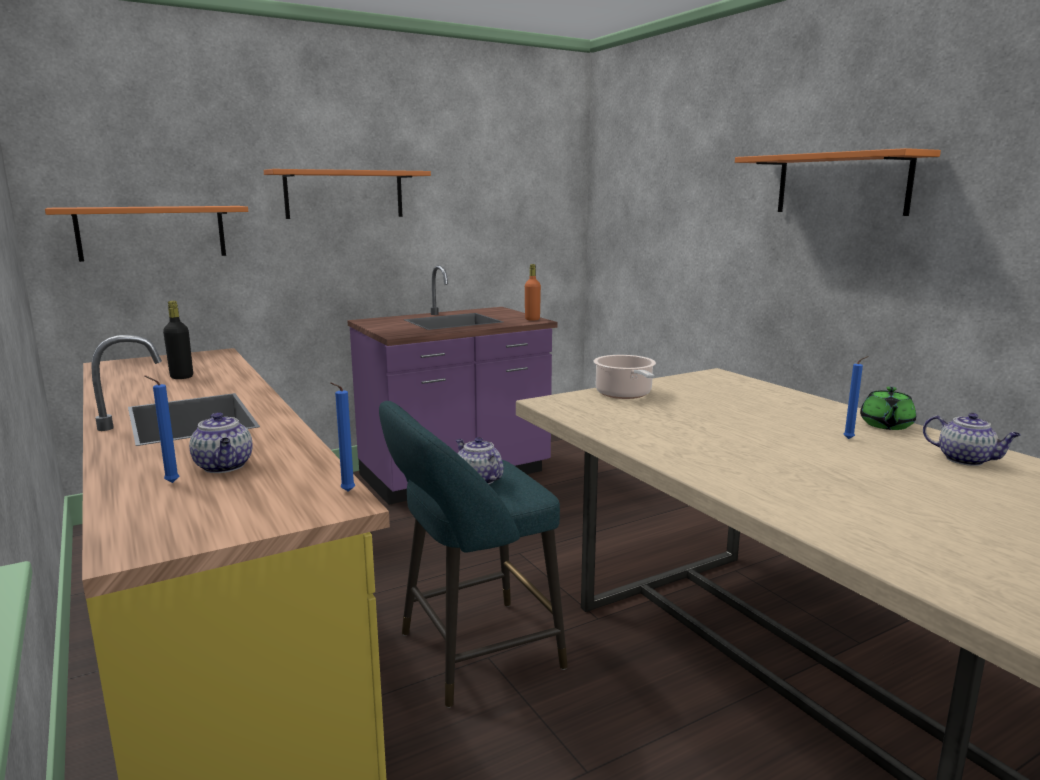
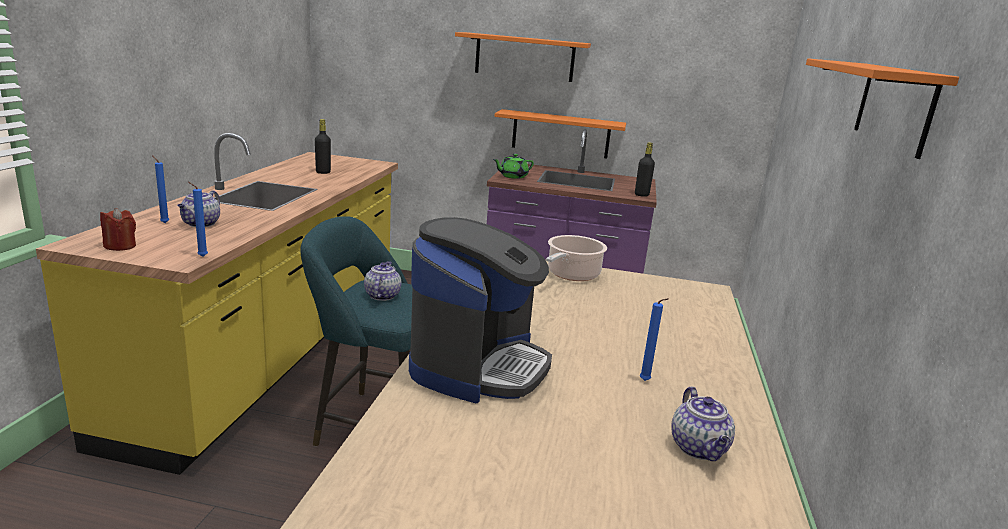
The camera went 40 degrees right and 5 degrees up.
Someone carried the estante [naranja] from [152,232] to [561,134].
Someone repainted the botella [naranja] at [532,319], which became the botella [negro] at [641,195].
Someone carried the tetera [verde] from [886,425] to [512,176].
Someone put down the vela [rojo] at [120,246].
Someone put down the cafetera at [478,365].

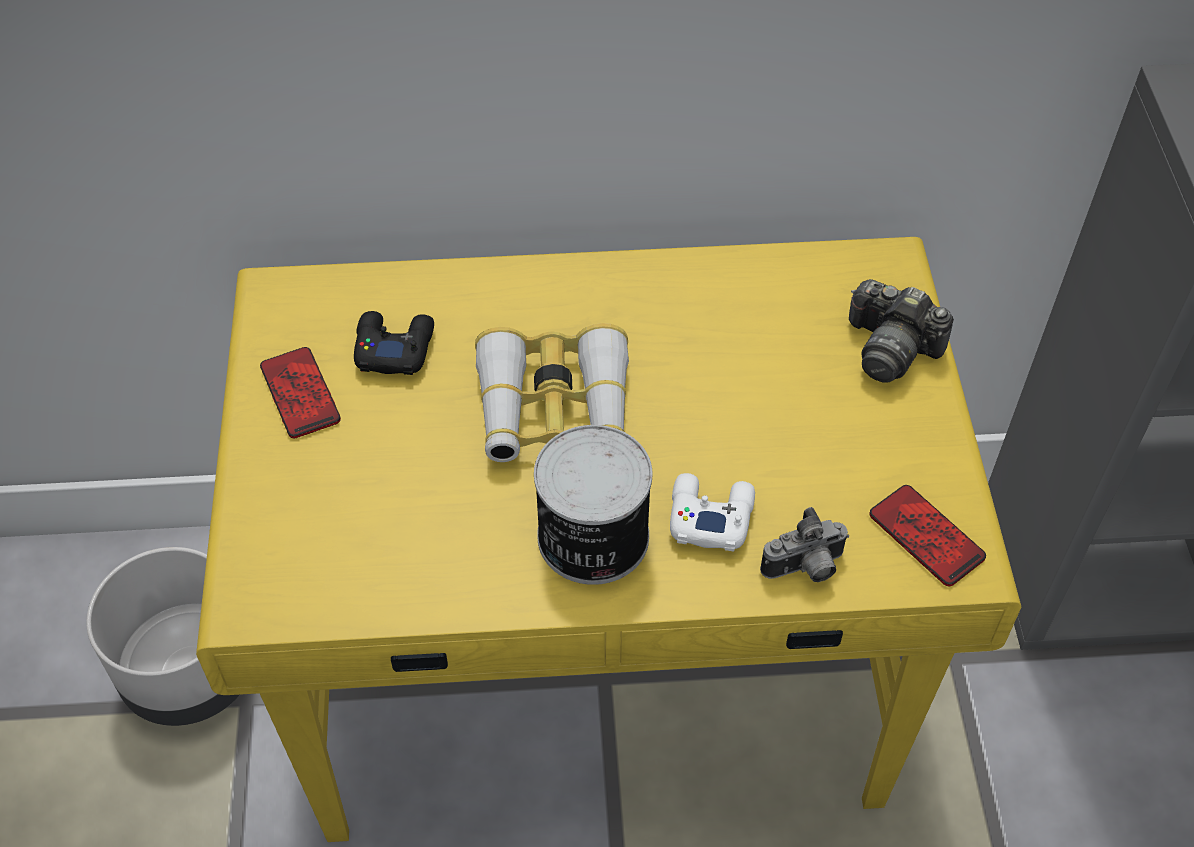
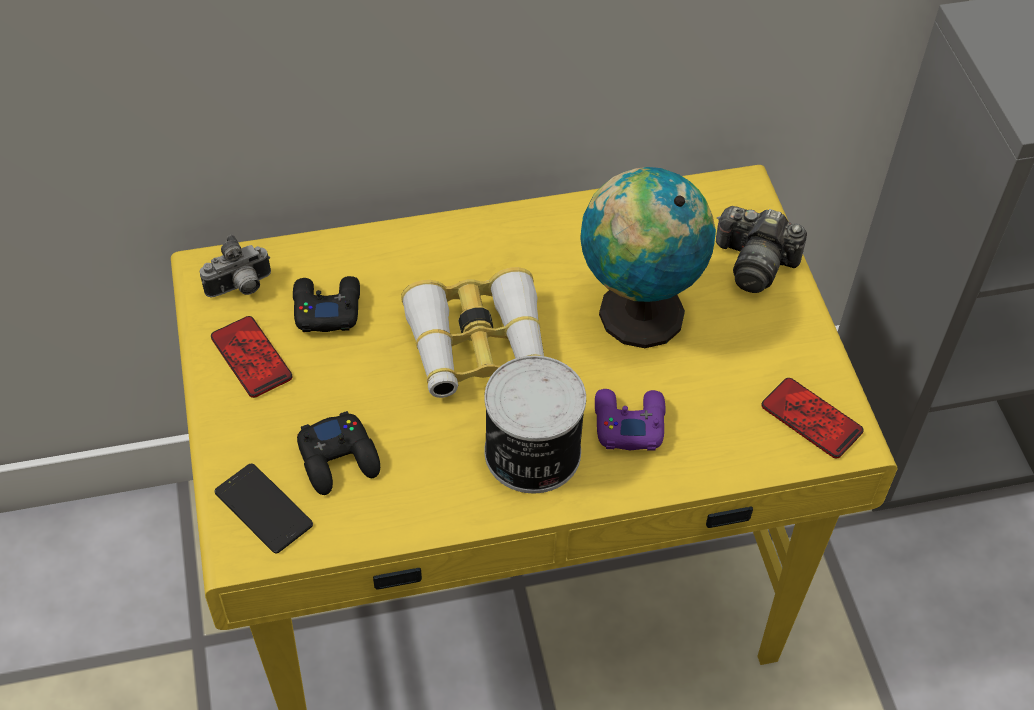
The camera went 10 degrees left and 0 degrees up.
Someone took away the maceta [gris] at [190,671].
Someone repainted the mando de consola [blanco] at [709,516], which became the mando de consola [morado] at [628,423].
Someone carried the cámara from [805,569] to [241,288].
Someone put down the móvil at [263,508].
Someone put down the mando de consola [negro] at [339,459].
Someone put down the globo terráqueo at [635,312].

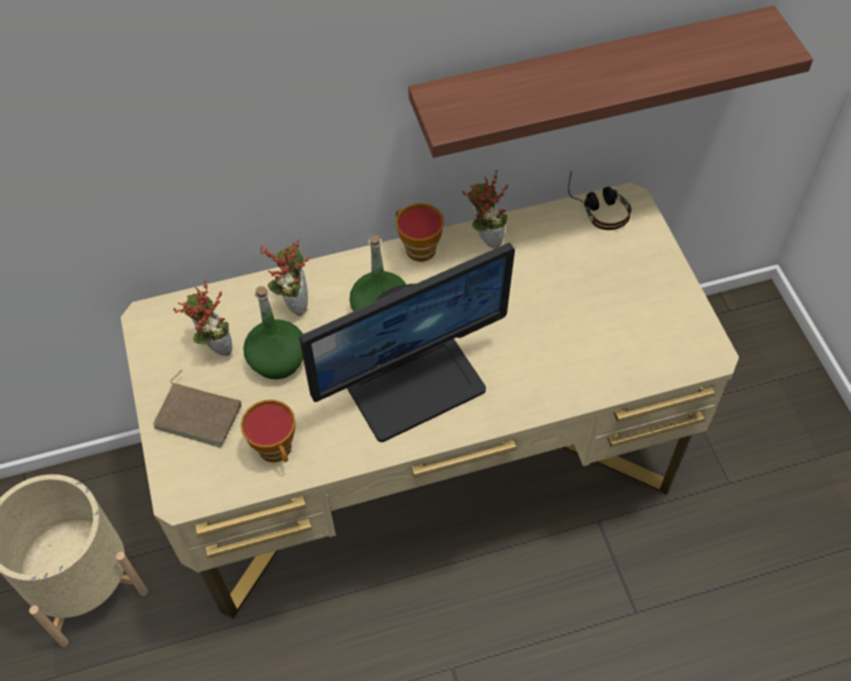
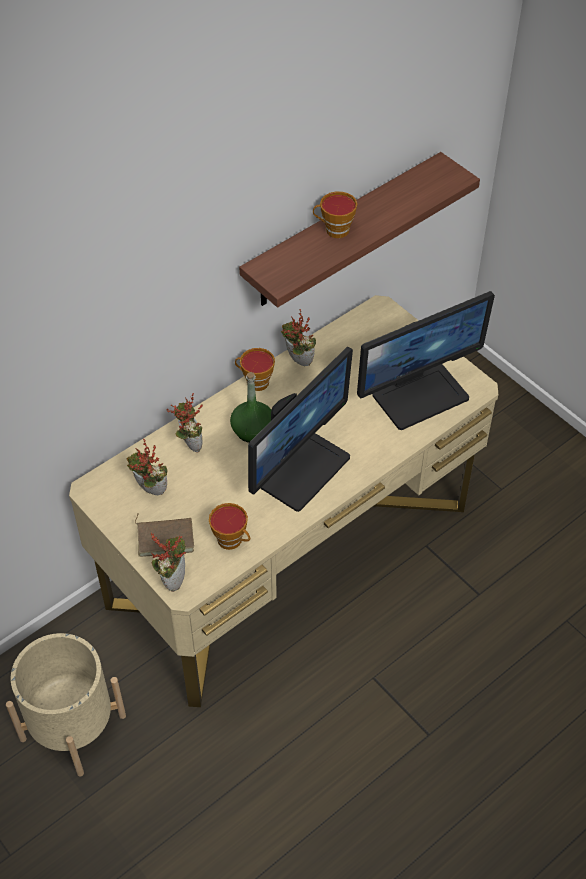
The camera went 25 degrees left and 5 degrees down.
Someone took away the botella [verde] at [278,359].
Someone took away the auriculares at [597,206].
Someone put down the planta en maceta at [173,579].
Someone put down the taza at [334,230].
Someone put down the monitor at [420,395].

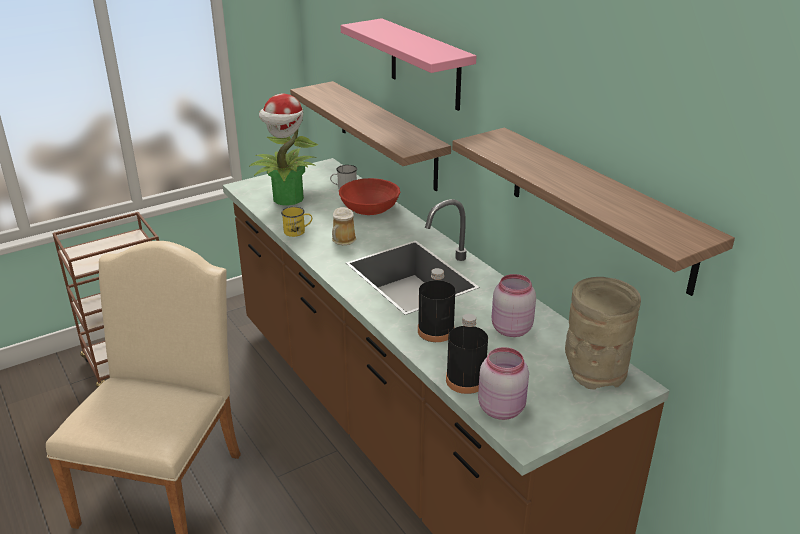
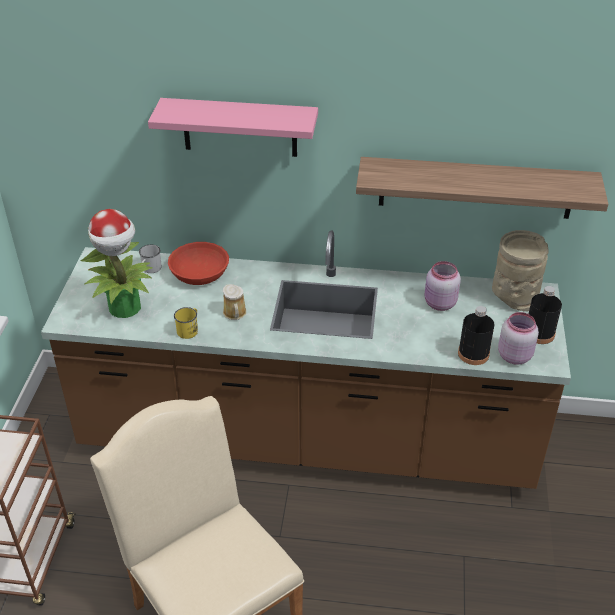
The camera went 50 degrees left and 10 degrees up.
Someone took away the estante at [386,134].
Someone carried the botella [negro] from [435,331] to [539,333].

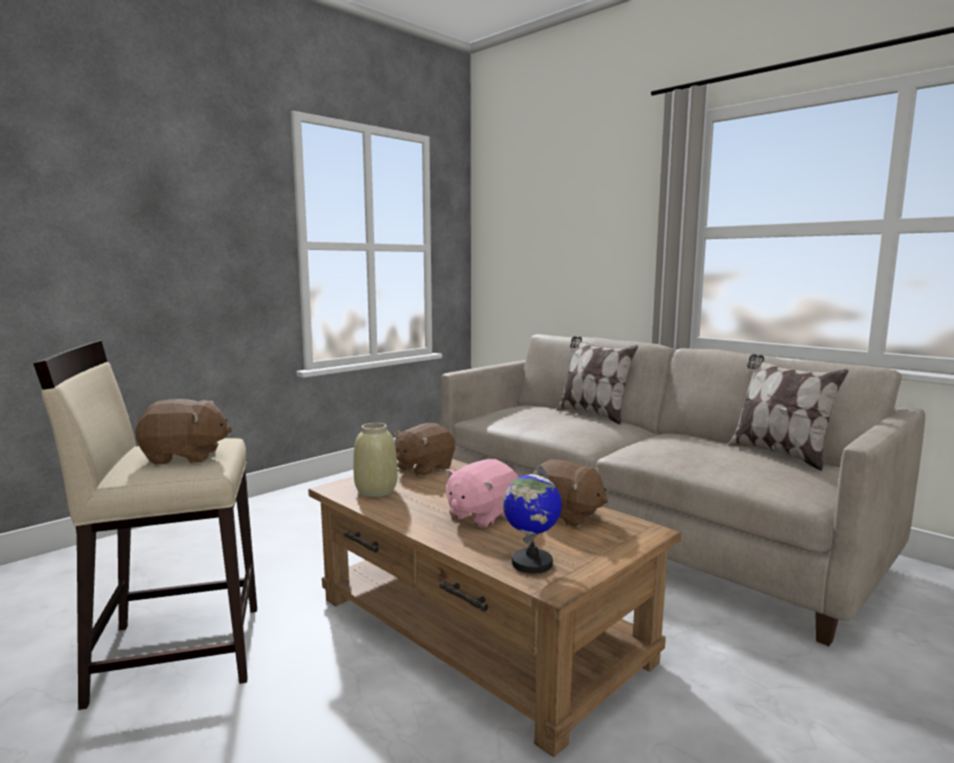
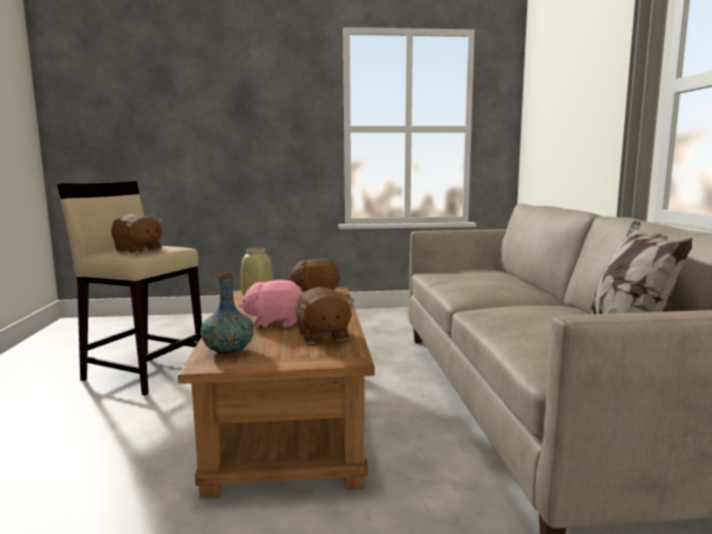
The camera went 40 degrees right and 0 degrees up.
Someone swapped the globo terráqueo at [531,563] for the florero at [228,351].
Someone took away the cojín at [593,415].

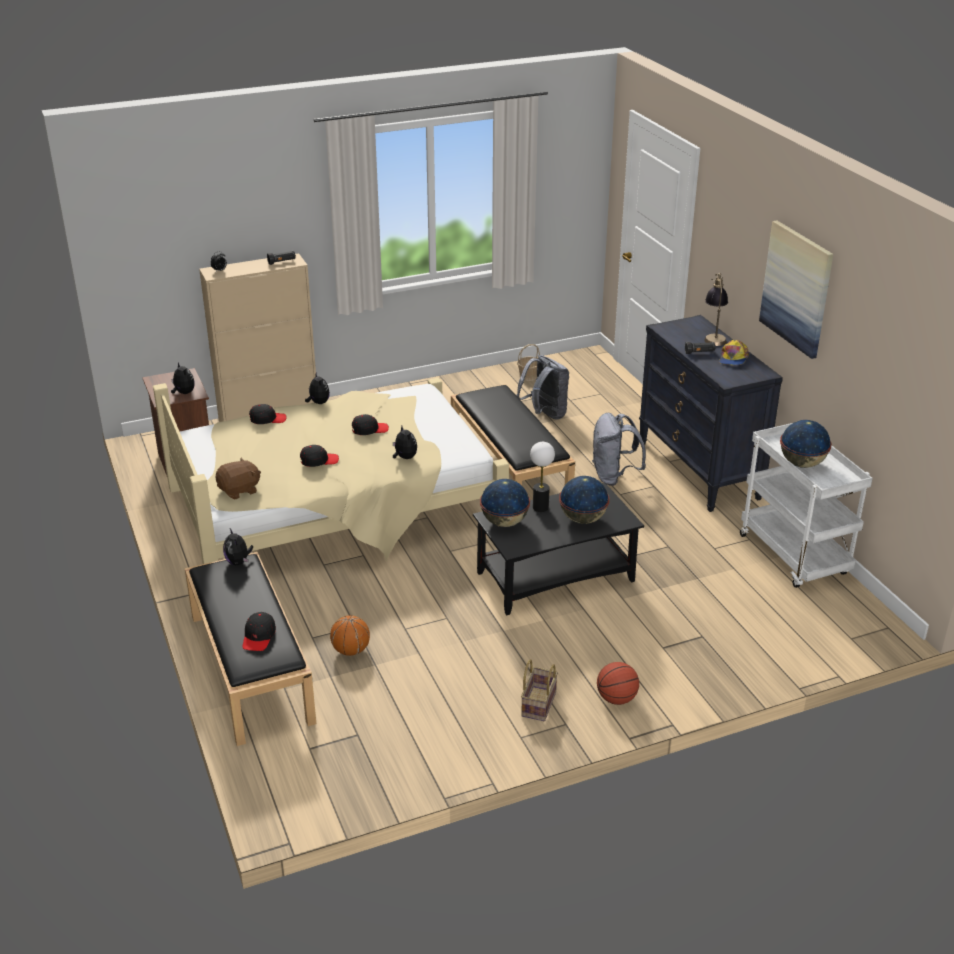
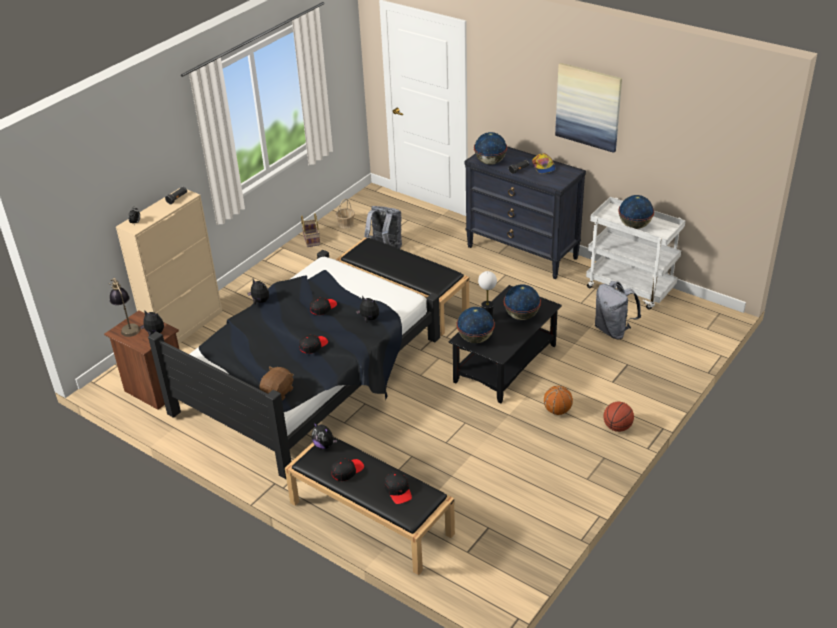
The camera went 30 degrees left and 5 degrees up.
Someone repainted the cama [beis] at [336,508], which became the cama [negro] at [310,377].
Someone carried the gorra [negro] from [267,419] to [347,471].
Someone carried the balón de baloncesto from [351,650] to [557,411].
Someone carried the cesta from [538,703] to [311,239].
Someone carried the mochila [gris] from [614,477] to [613,330].
Someone carried the lámpara de mesa from [714,336] to [128,326].
Someone put down the globo terráqueo at [490,162].

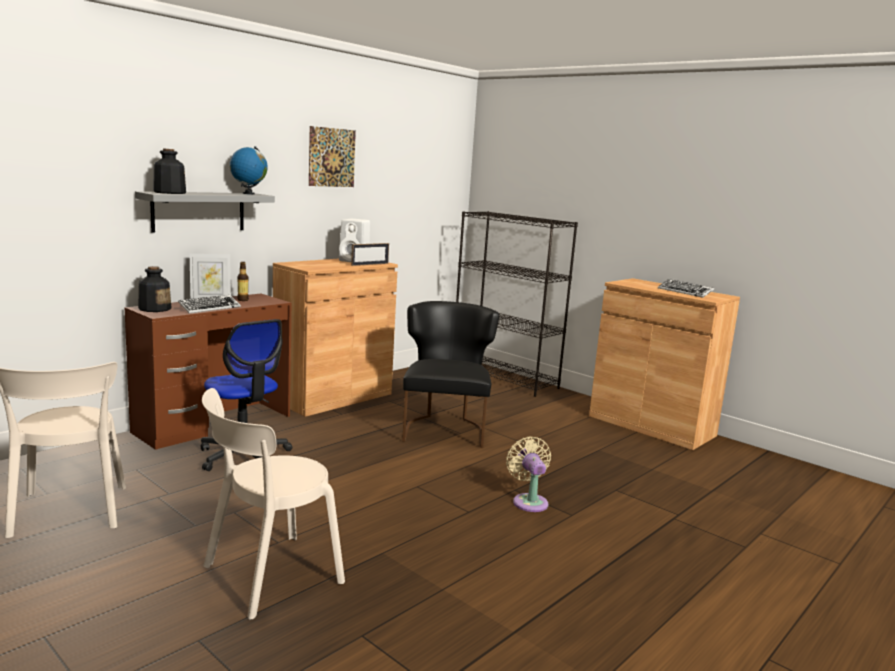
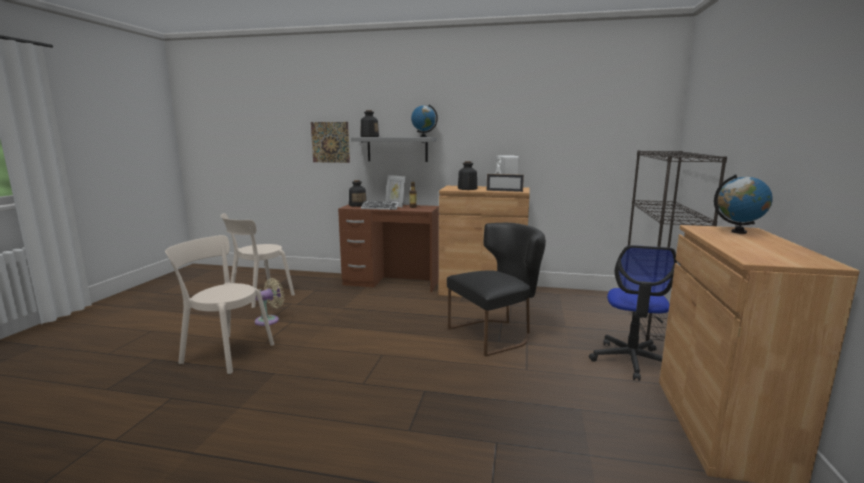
The camera went 60 degrees right and 0 degrees up.
Someone carried the silla de oficina from [244,455] to [631,361].
Someone carried the cuadro from [332,157] to [330,142].
Someone carried the ventilador [beis] from [529,501] to [269,320].
Someone took away the teclado at [685,292].
Someone put down the botella at [467,189].
Someone put down the globo terráqueo at [738,232].

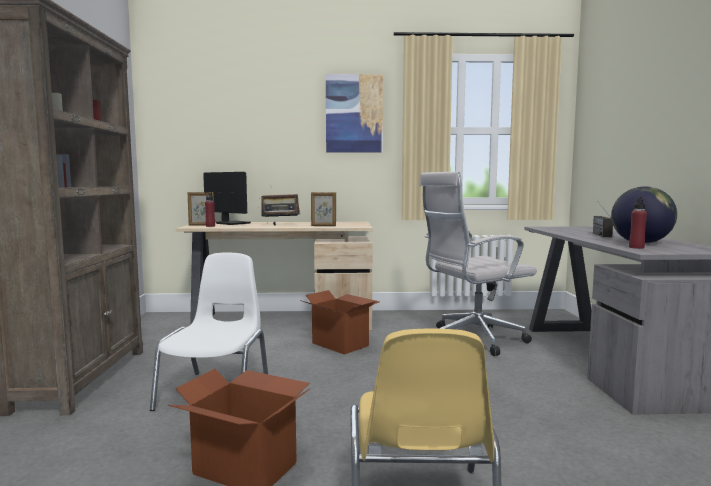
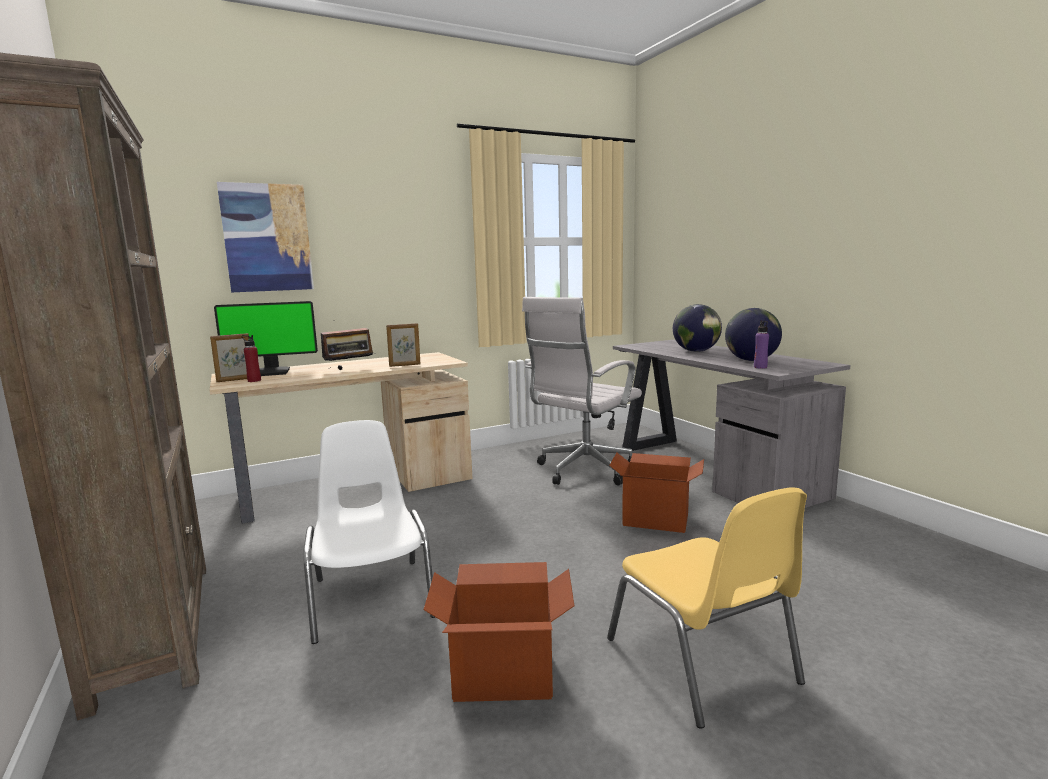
The camera went 25 degrees left and 5 degrees up.
Someone rotated the monitor at [231,223] by 150 degrees clockwise.
Someone carried the caja de cartón from [340,344] to [655,519].
Someone carried the cuadro from [354,114] to [267,238].
Someone swapped the radio at [598,234] for the globo terráqueo at [696,351].
Someone repainted the botella [rojo] at [636,247], which became the botella [morado] at [760,367].

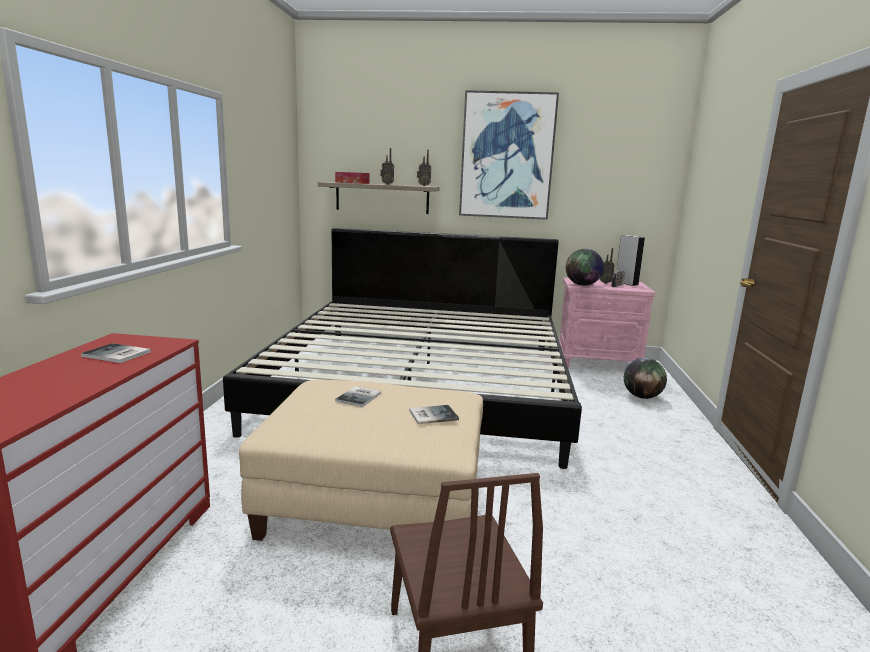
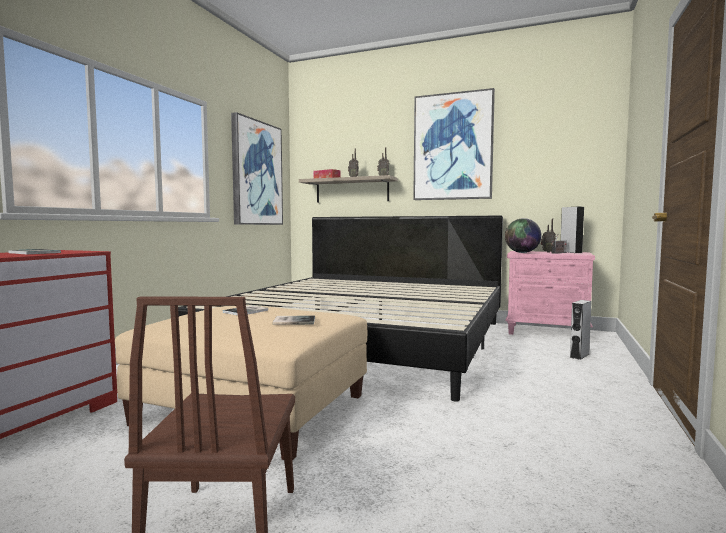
The camera went 15 degrees right and 10 degrees down.
Someone swapped the globo terráqueo at [642,397] for the altavoz [gris] at [579,355].
Someone put up the cuadro at [256,173].

